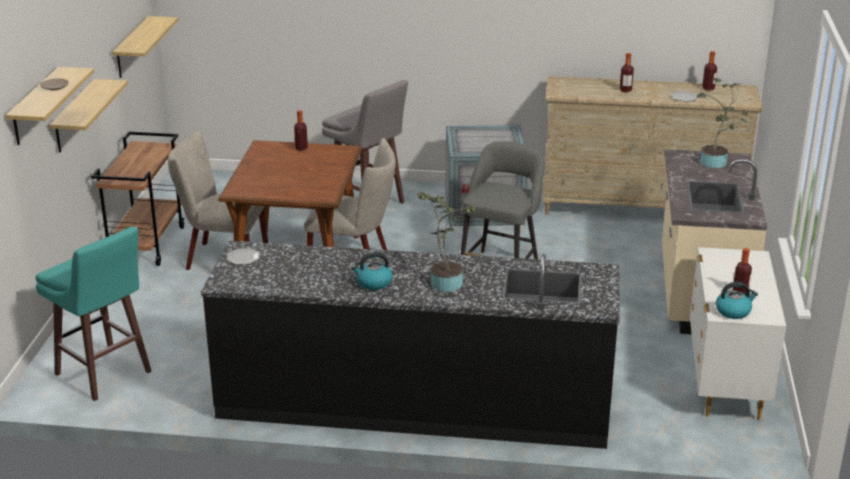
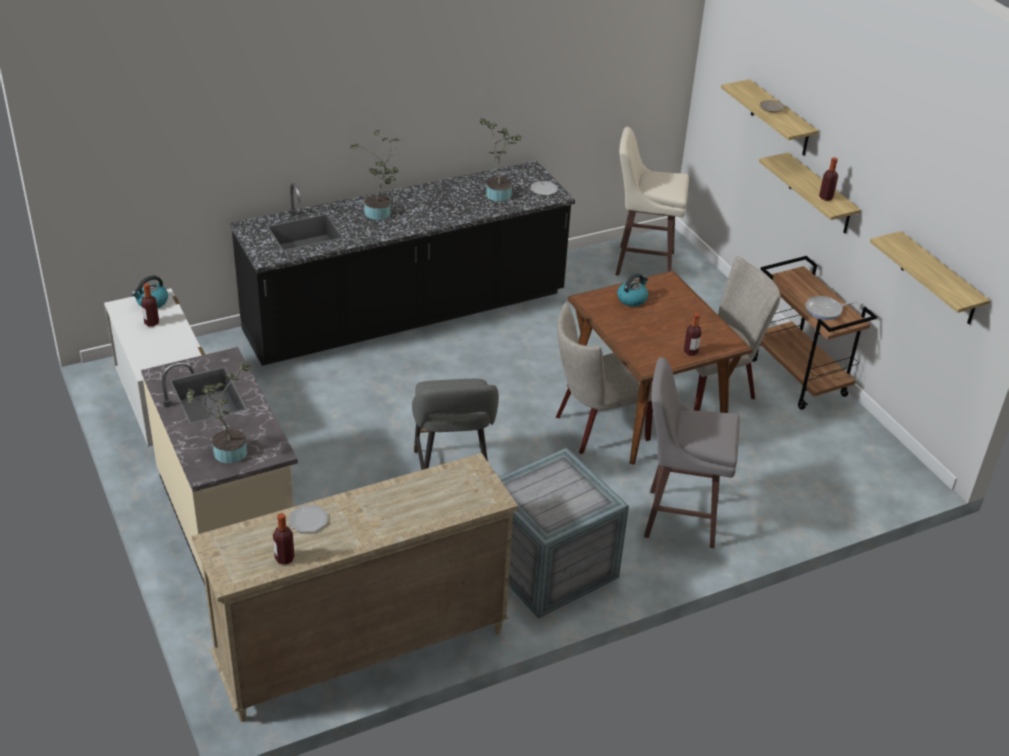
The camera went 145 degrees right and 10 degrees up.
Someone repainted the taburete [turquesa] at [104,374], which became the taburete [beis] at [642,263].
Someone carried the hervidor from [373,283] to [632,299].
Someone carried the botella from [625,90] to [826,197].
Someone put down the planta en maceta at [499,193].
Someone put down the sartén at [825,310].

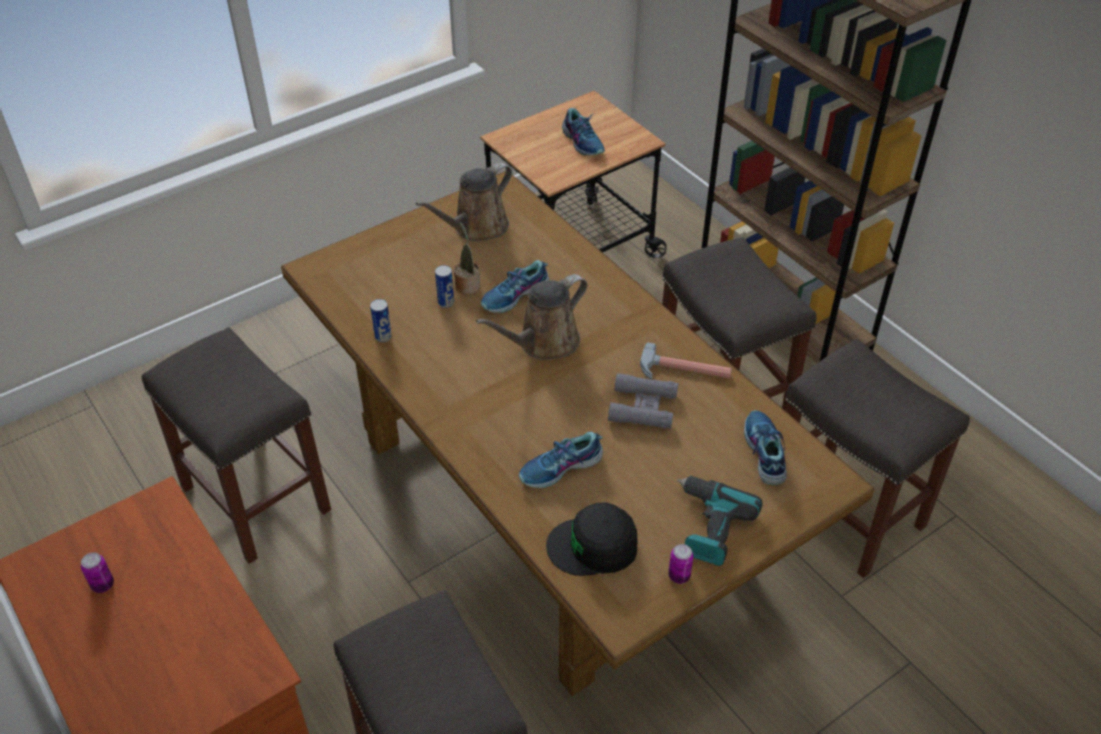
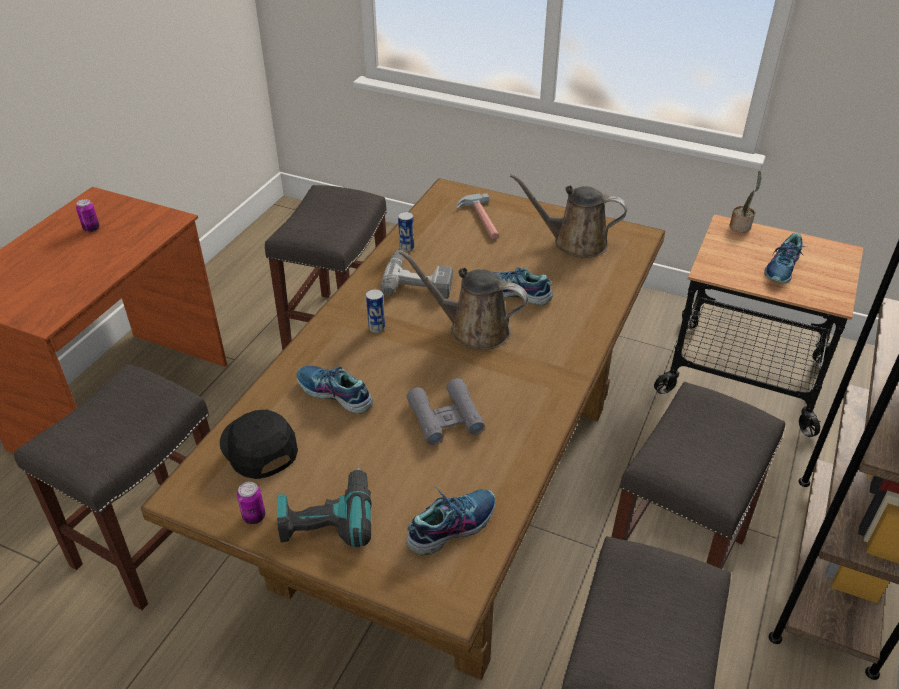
The camera went 60 degrees right and 5 degrees down.
Someone carried the lata from [446,302] to [376,328].
Someone carried the planta en maceta from [467,284] to [741,226].
Someone carried the martillo from [684,371] to [480,220].
Someone put down the taladro at [418,280].

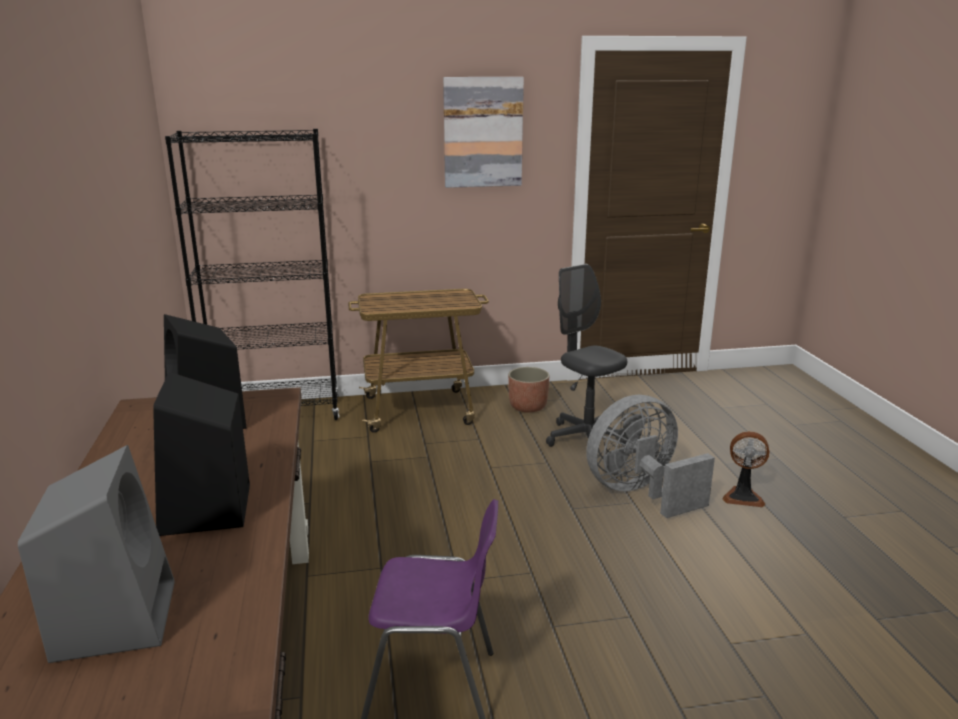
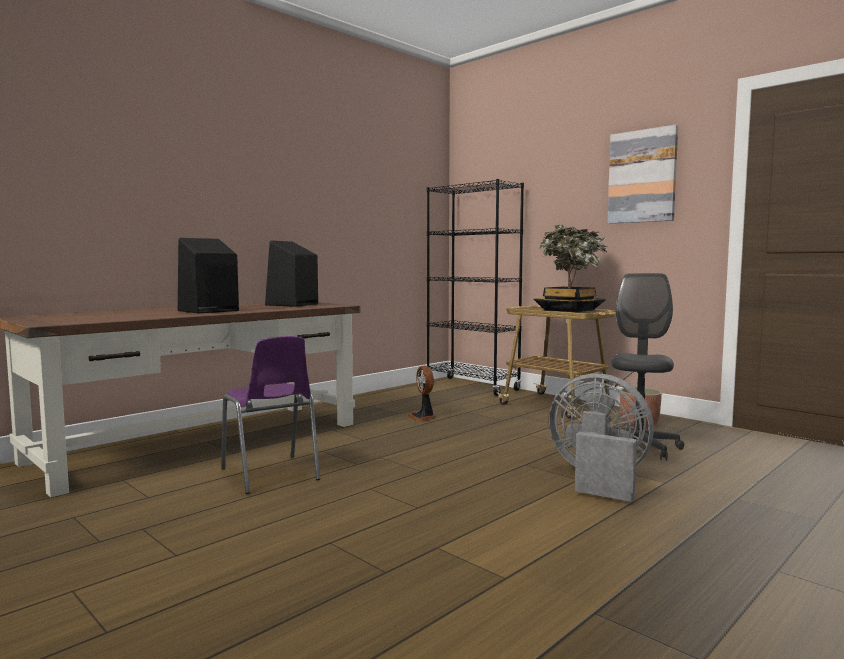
The camera went 55 degrees right and 15 degrees down.
Someone took away the altavoz [gris] at [115,617].
Someone carried the ventilador from [743,496] to [423,417].
Someone put down the planta en maceta at [568,310].

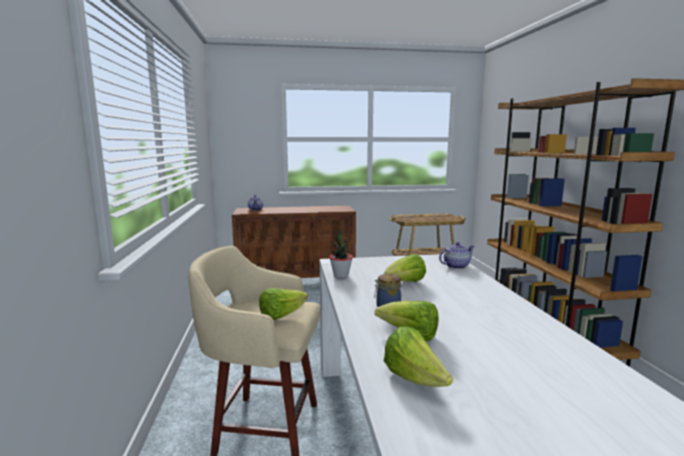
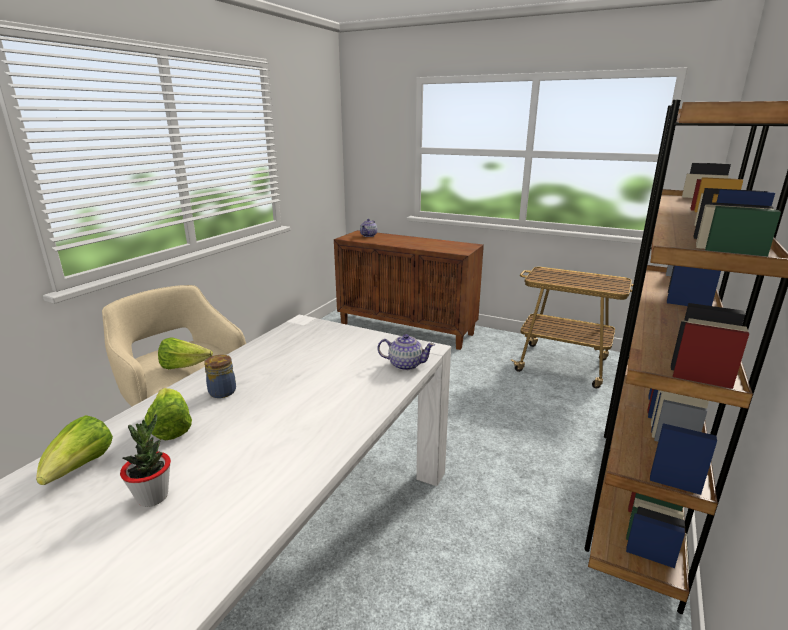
The camera went 35 degrees right and 10 degrees up.
Someone carried the planta en maceta from [341,275] to [153,496].
Someone took away the lechuga at [405,283].

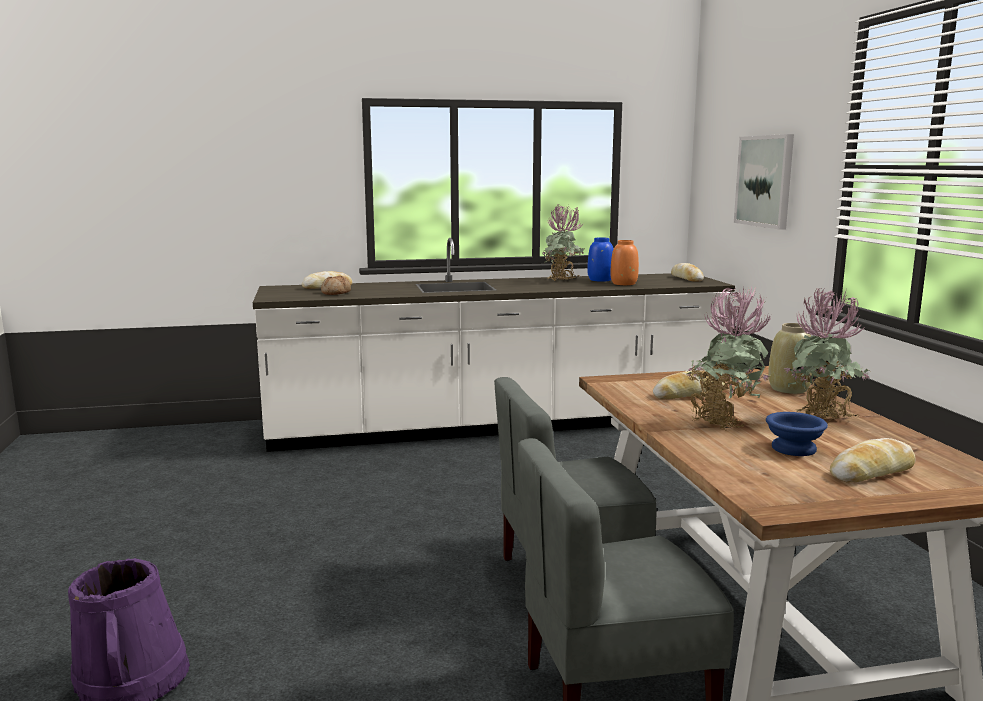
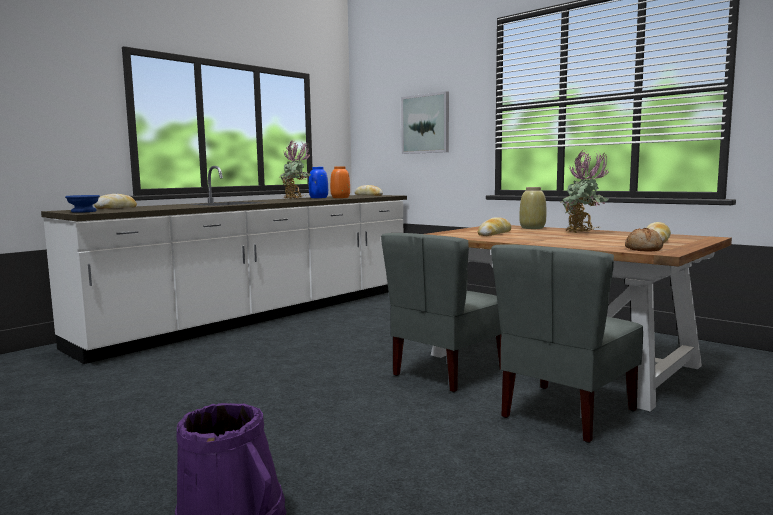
The camera went 35 degrees left and 5 degrees down.
Someone carried the pan from [336,293] to [643,249].
Someone took away the planta en maceta at [722,422].
Someone carried the cuenco [azul] from [791,448] to [83,211].

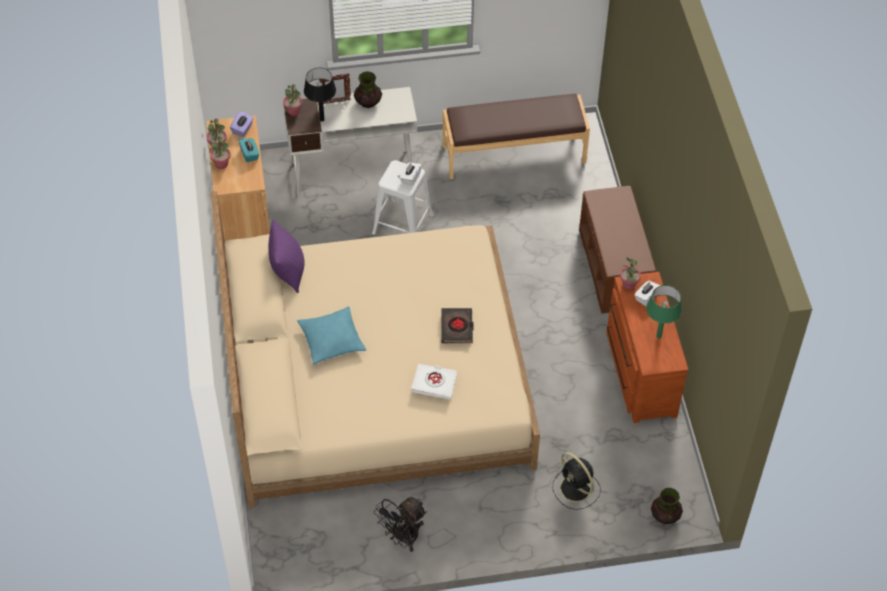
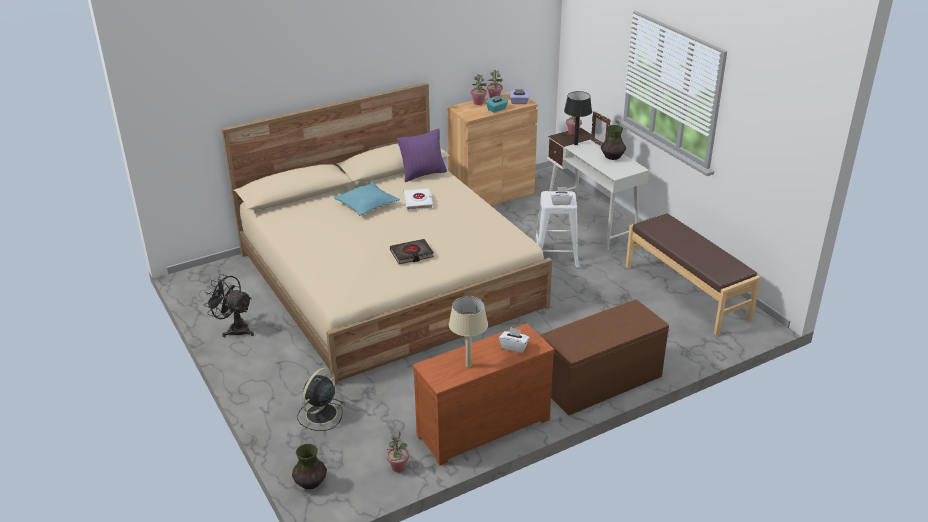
The camera went 70 degrees right and 20 degrees down.
Someone carried the libro [blanco] from [434,383] to [418,202].
Someone carried the planta en maceta from [629,284] to [398,467].
Someone repainted the lámpara de mesa [verde] at [658,336], which became the lámpara de mesa [beis] at [468,364].

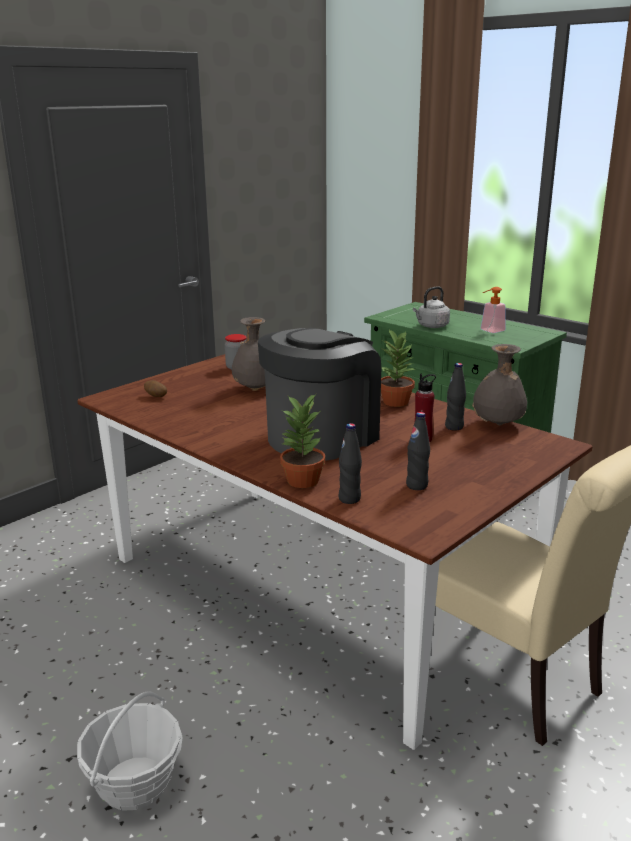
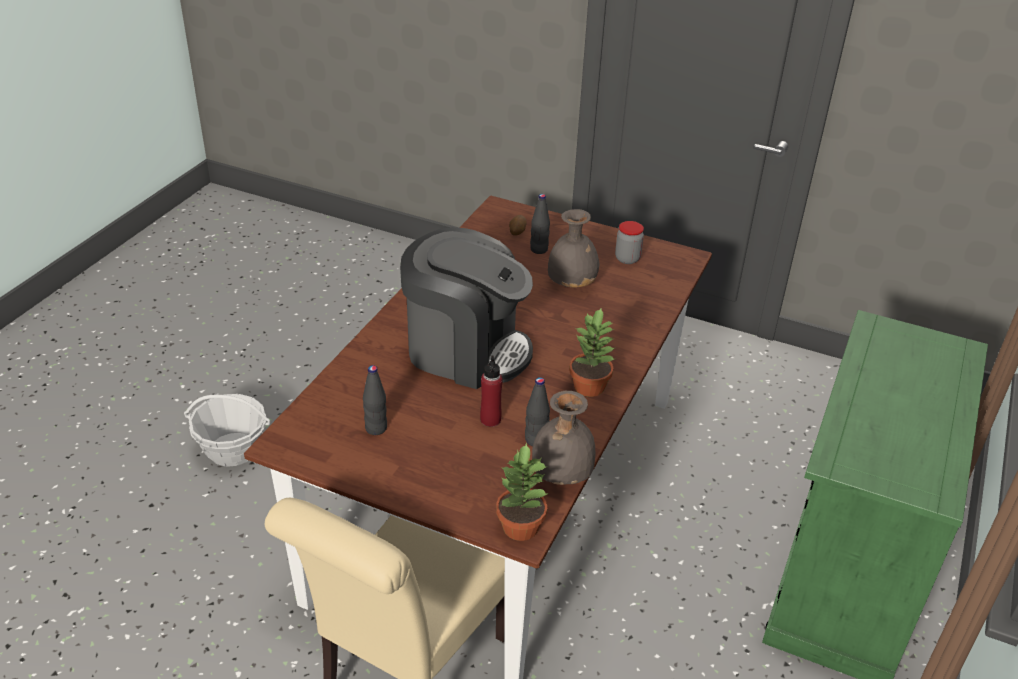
The camera went 70 degrees right and 15 degrees up.
Someone carried the planta en maceta from [303,481] to [520,528].
Someone carried the botella [negro] from [349,499] to [539,249].
Someone took away the hervidor [gris] at [431,326].
Someone took away the dispensador de jabón at [489,331].

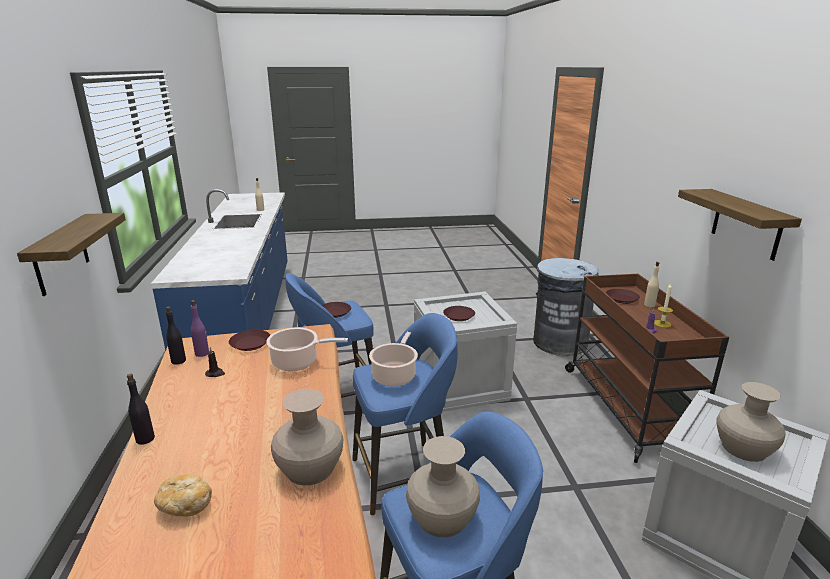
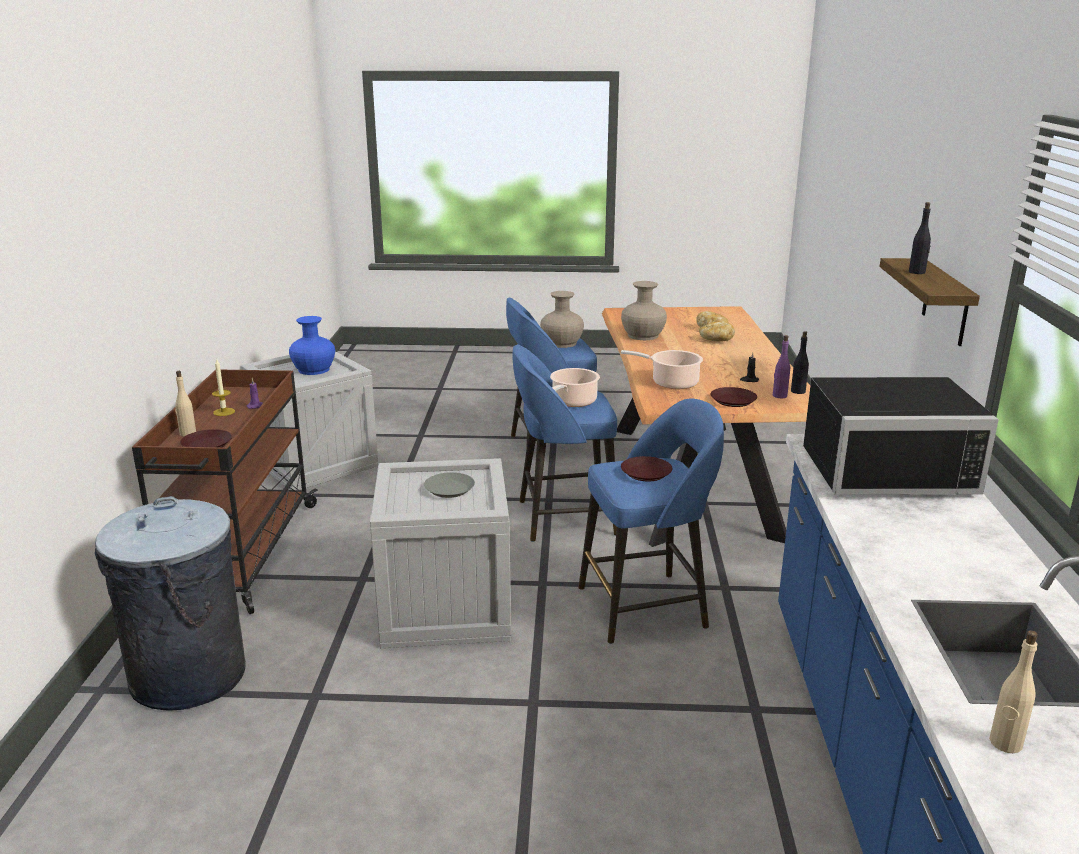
The camera went 170 degrees left and 0 degrees up.
Someone carried the botella [negro] from [145,439] to [917,272].
Someone repainted the plato [marrón] at [458,316], which became the plato [gris] at [450,489].
Someone took away the estante at [746,224].
Someone repainted the florero [beis] at [743,448], which became the florero [azul] at [314,369].
Someone put down the pan at [715,340].
Someone put down the microondas [negro] at [884,468].

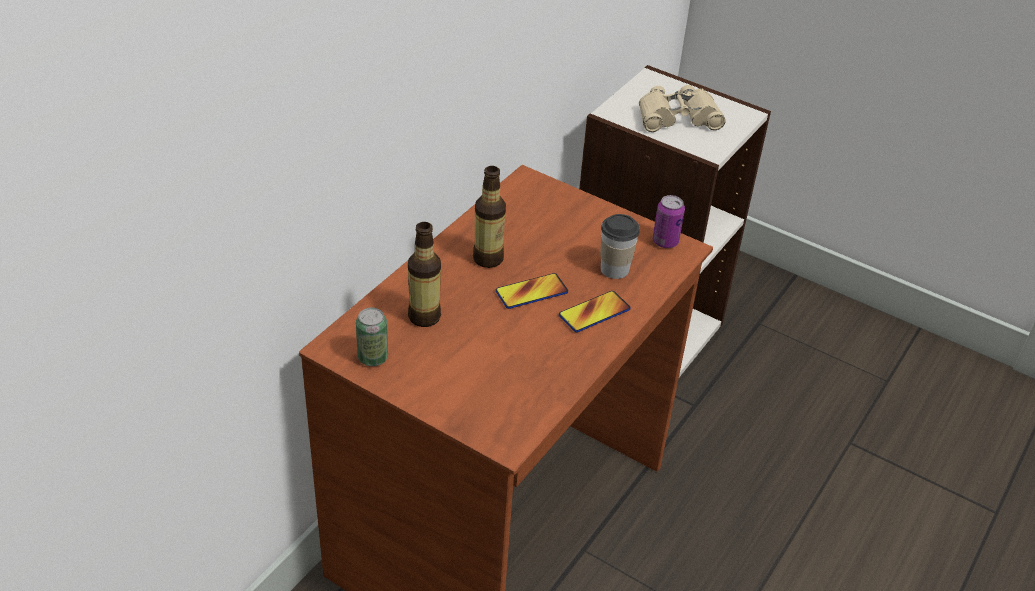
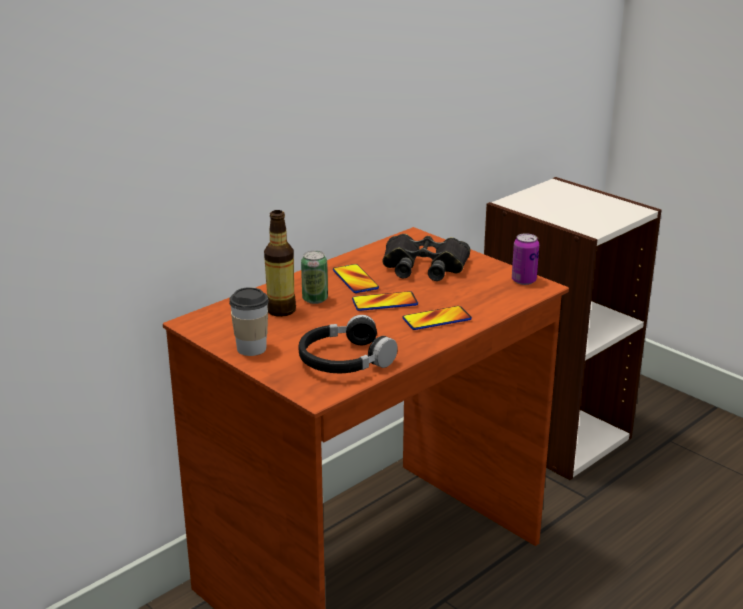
The camera went 15 degrees right and 15 degrees down.
Someone carried the lata from [373,358] to [315,299].
Someone swapped the botella at [488,259] for the móvil at [355,280].
Someone carried the taza from [614,269] to [251,348].
Someone took away the prismáticos [beis] at [678,117].
Someone put down the auriculares [negro] at [344,360].
Someone put down the prismáticos [negro] at [424,266].

